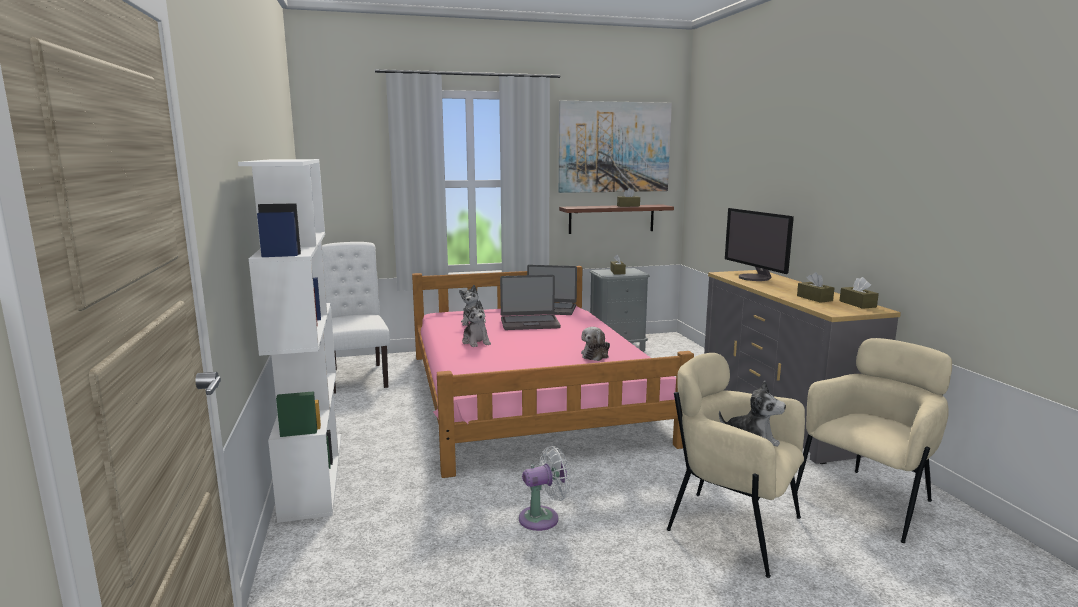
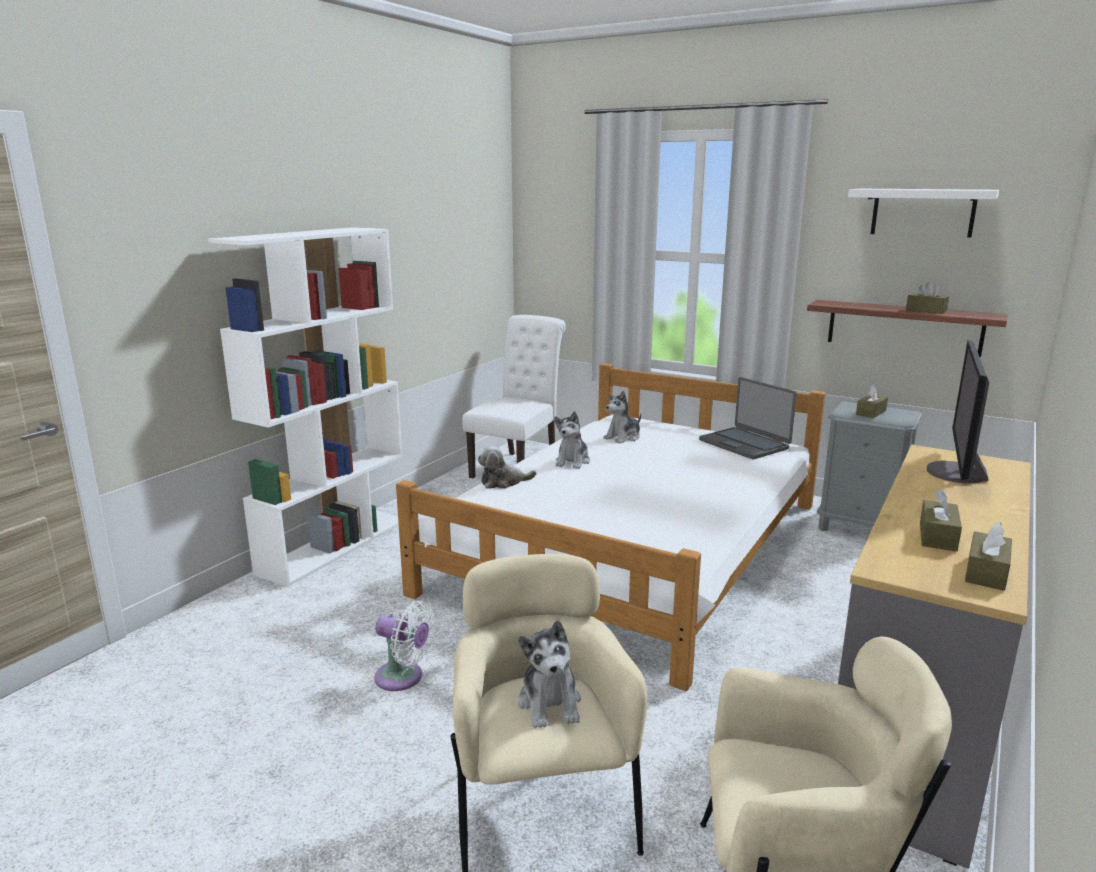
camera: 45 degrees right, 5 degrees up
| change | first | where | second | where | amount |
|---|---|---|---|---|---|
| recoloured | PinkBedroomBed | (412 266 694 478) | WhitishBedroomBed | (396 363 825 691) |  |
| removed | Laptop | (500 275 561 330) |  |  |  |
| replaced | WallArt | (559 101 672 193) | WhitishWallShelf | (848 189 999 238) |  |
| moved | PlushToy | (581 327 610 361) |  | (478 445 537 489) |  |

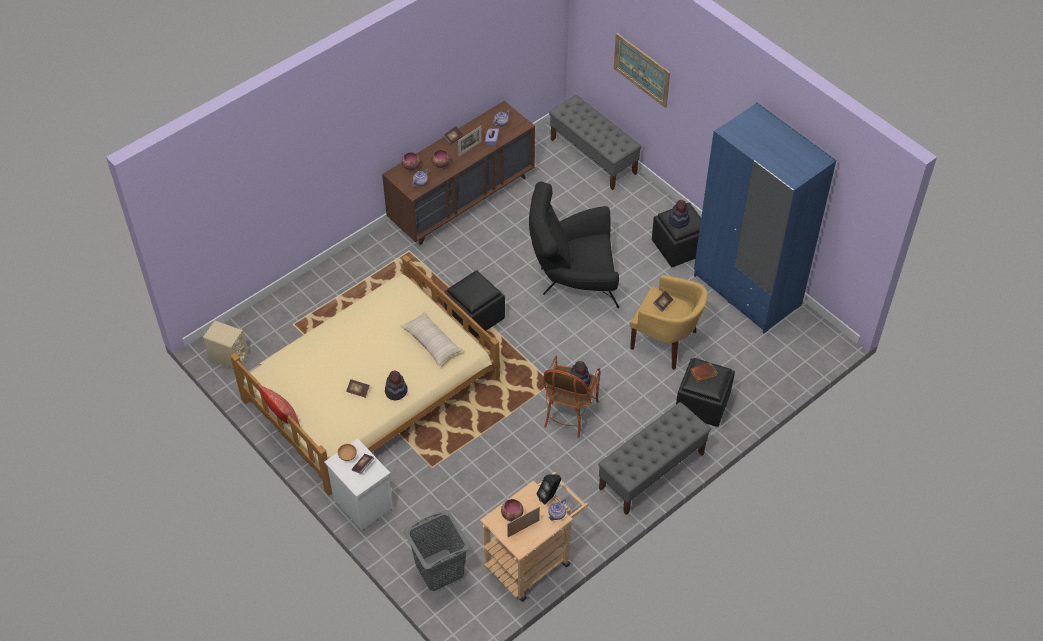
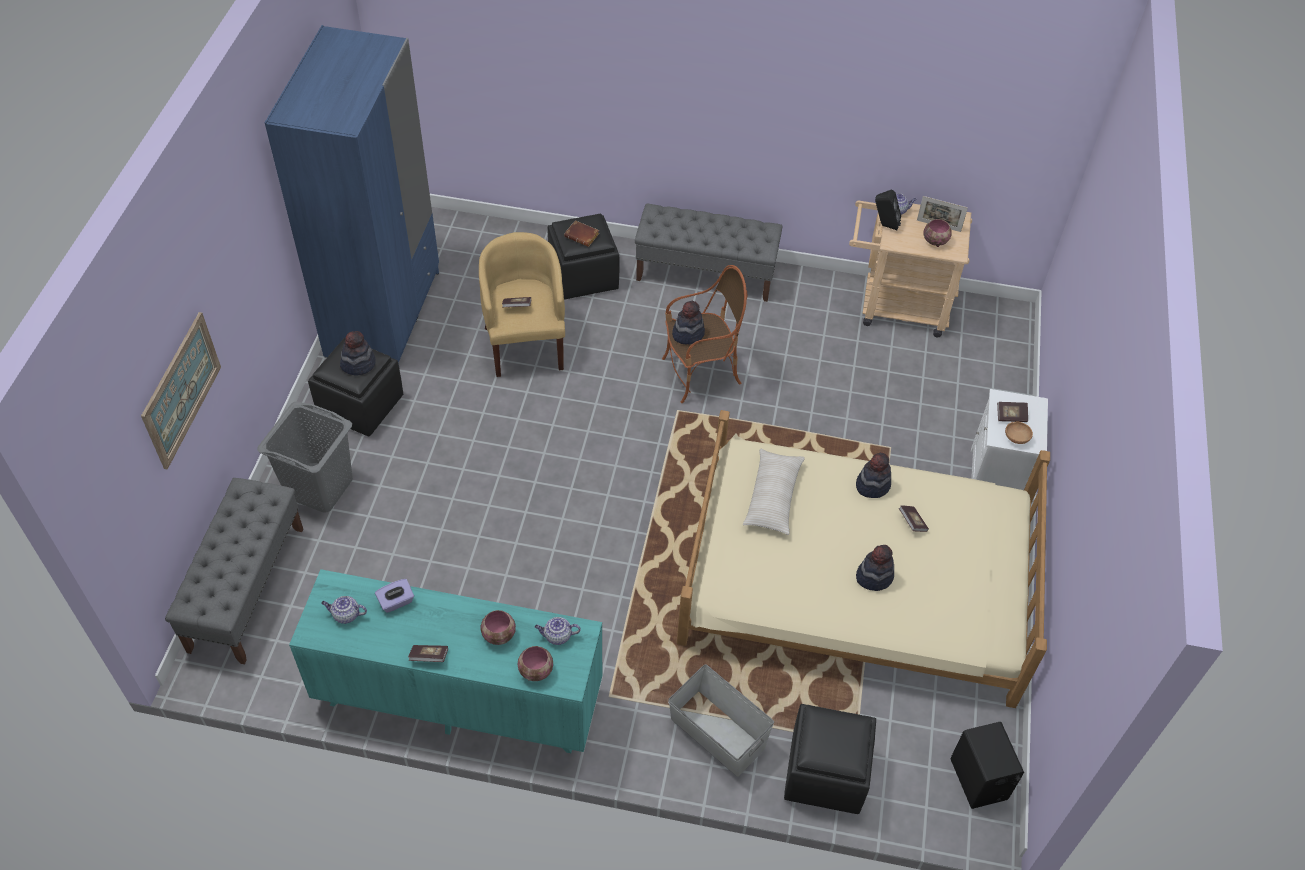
camera: 130 degrees left, 0 degrees up
| change | first | where | second | where | amount |
|---|---|---|---|---|---|
| recoloured | BeigeColouredLoudspeaker | (203 321 249 369) | BlackColouredLoudspeaker | (950 722 1024 809) |  |
| removed | Pillow | (257 383 300 426) |  |  |  |
| recoloured | BrownColouredChestOfDrawers | (382 101 535 245) | TurquoiseChestOfDrawers | (289 569 602 753) |  |
| moved | GrayLaundryBasket | (404 510 471 591) |  | (257 402 353 513) |  |
| moved | BlackColouredPouffe | (444 270 505 338) |  | (784 704 876 814) |  |
| removed | PictureFrame | (458 126 482 156) |  |  |  |
| removed | BlackColouredEasyChair | (529 182 619 308) |  |  |  |
| added |  |  | GrayStorageBin | (668 664 774 777) |  |
| added |  |  | Hat | (856 545 894 591) |  |

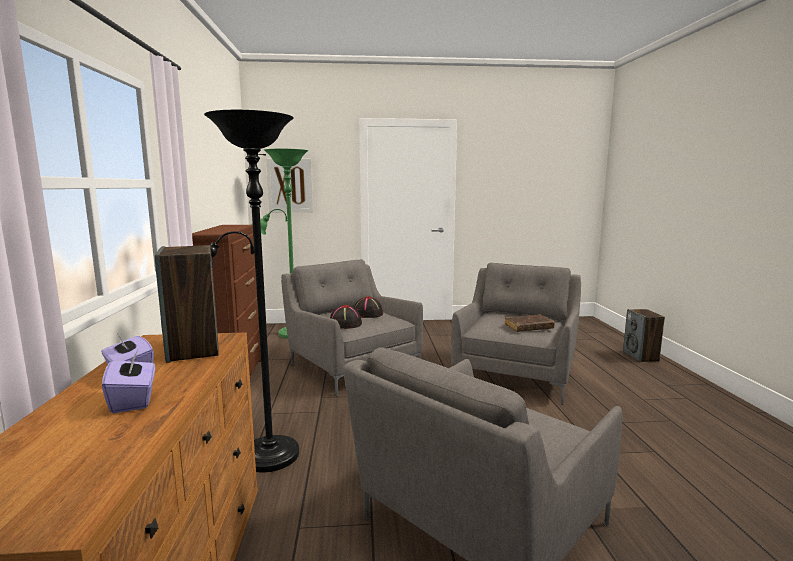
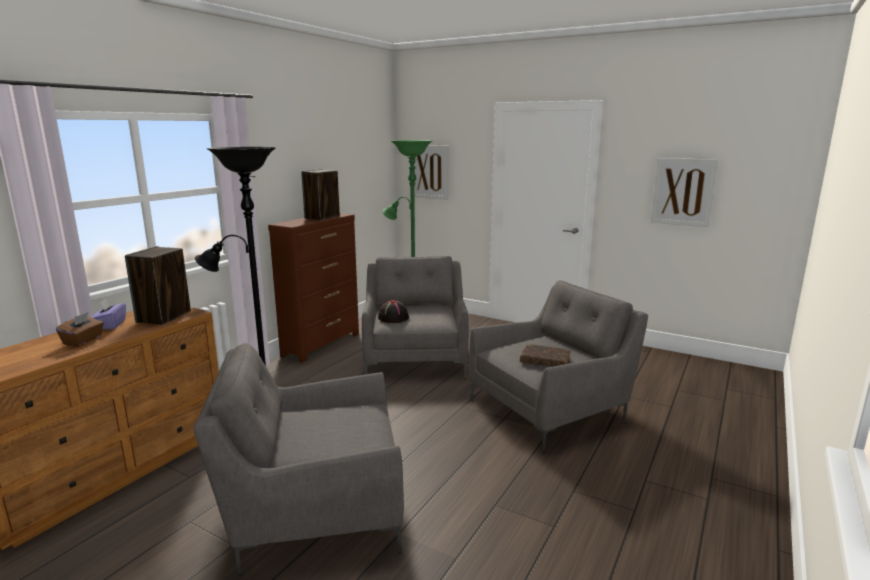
camera: 35 degrees right, 5 degrees up
| change | first | where | second | where | amount |
|---|---|---|---|---|---|
| recoloured | PurpleTissueBox | (102 349 155 413) | BrownColouredTissueBox | (56 312 104 346) |  |
| removed | BlackColouredHat | (354 296 383 318) |  |  |  |
| moved | Loudspeaker | (623 309 665 362) |  | (301 169 340 220) |  |
| added |  |  | WallArt | (651 158 718 227) |  |

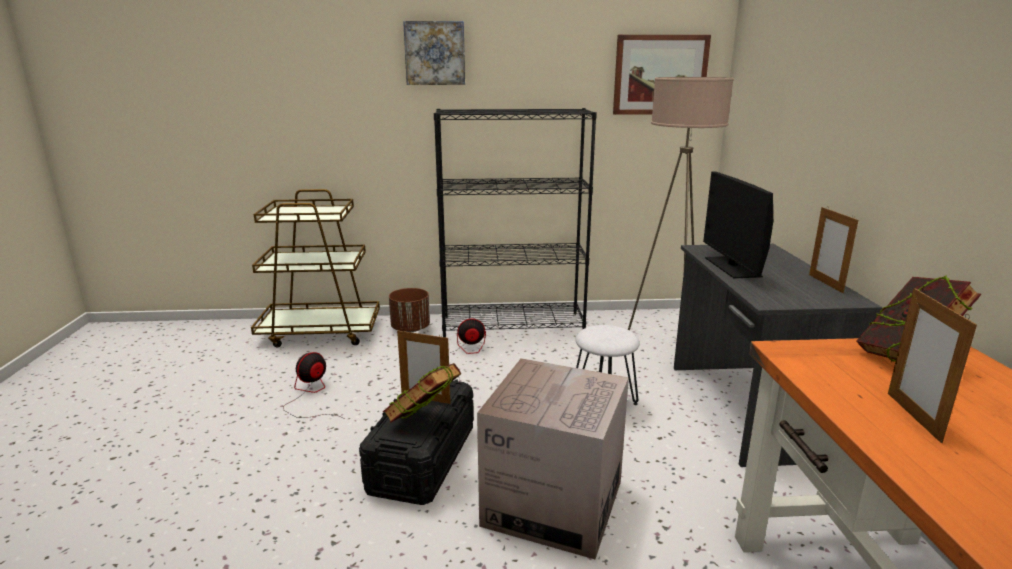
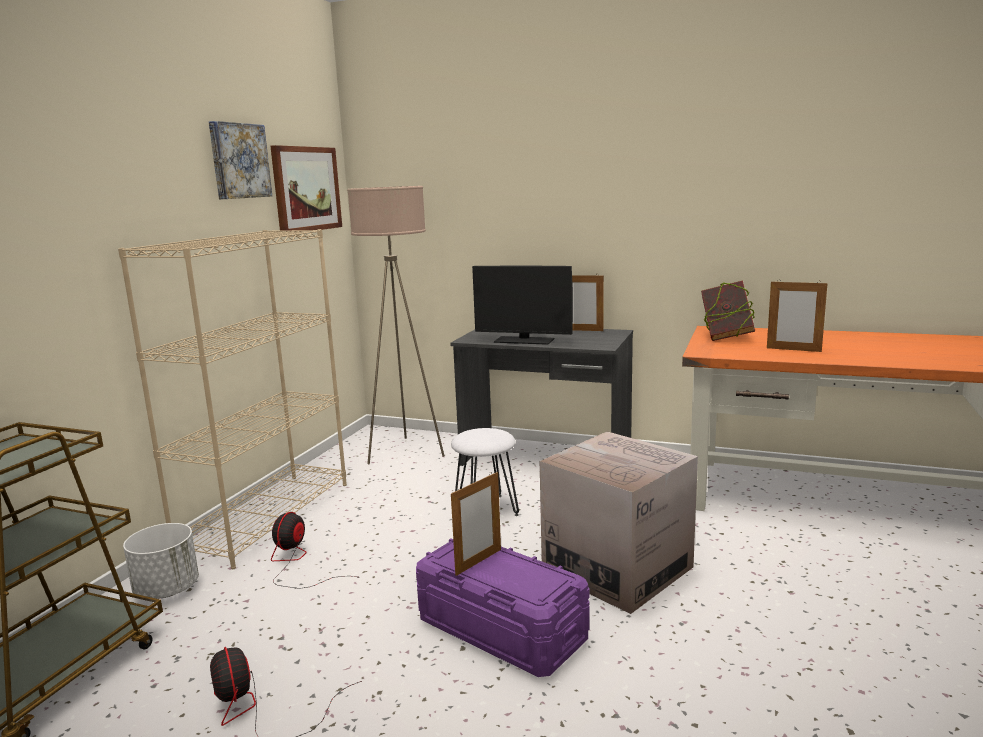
camera: 65 degrees left, 5 degrees down
| change | first | where | second | where | amount |
|---|---|---|---|---|---|
| recoloured | BlackColouredStorageBin | (359 379 474 505) | PurpleStorageBin | (416 538 590 677) |  |
| removed | BoundBook | (383 363 461 423) |  |  |  |
| recoloured | BrownColouredPlanter | (389 288 430 332) | WhitishPlanter | (123 523 199 599) |  |
| moved | WallArt | (403 21 465 85) |  | (209 121 272 199) |  |
| recoloured | BlackColouredBookshelf | (434 108 597 338) | BeigeColouredBookshelf | (118 229 347 569) |  |

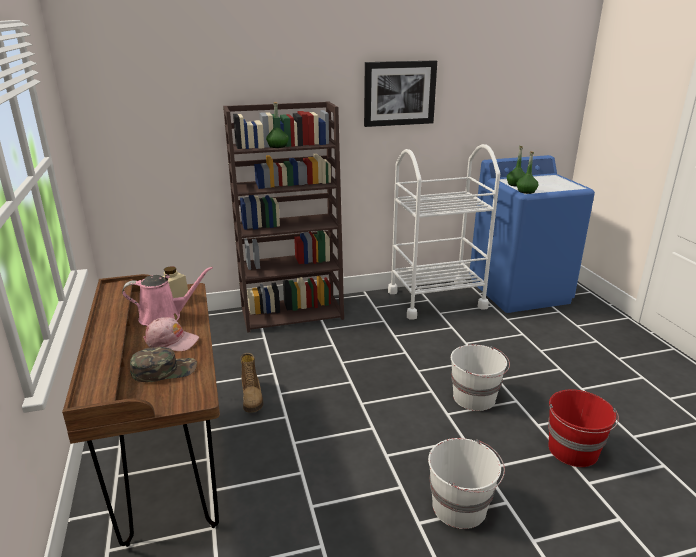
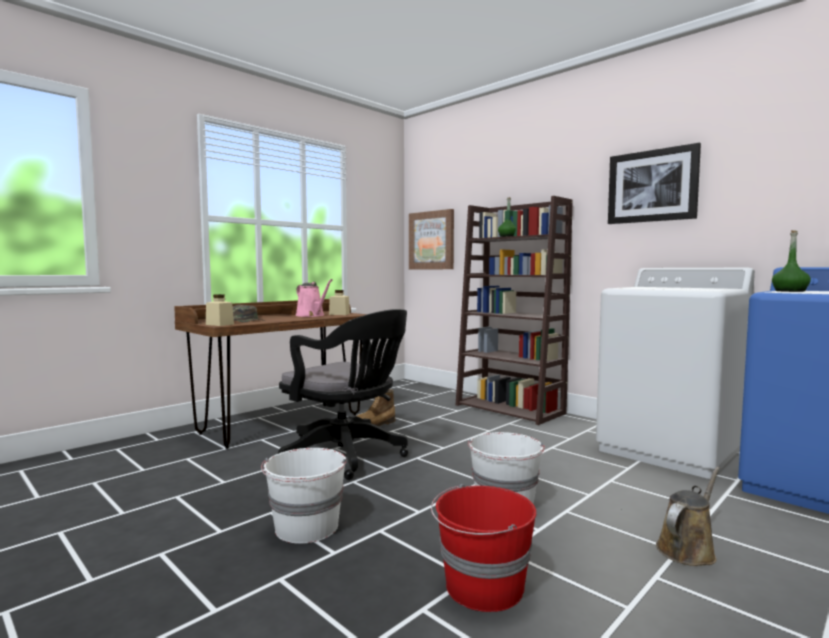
camera: 60 degrees right, 20 degrees down
| change | first | where | second | where | amount |
|---|---|---|---|---|---|
| removed | PinkPeakedCap | (143 317 199 351) |  |  |  |
| replaced | WhitishTrolley | (388 144 500 320) | WhitishLaundryAppliance | (596 268 755 479) |  |
| removed | GreenColouredBeverageBottle | (517 151 539 194) |  |  |  |
| added |  |  | BeigeColouredJar | (206 294 234 326) |  |
| added |  |  | BlackColouredDeskChair | (278 309 408 480) |  |
| added |  |  | WallArt | (409 209 454 269) |  |
| added |  |  | BrownColouredSprinklingCan | (656 467 720 566) |  |

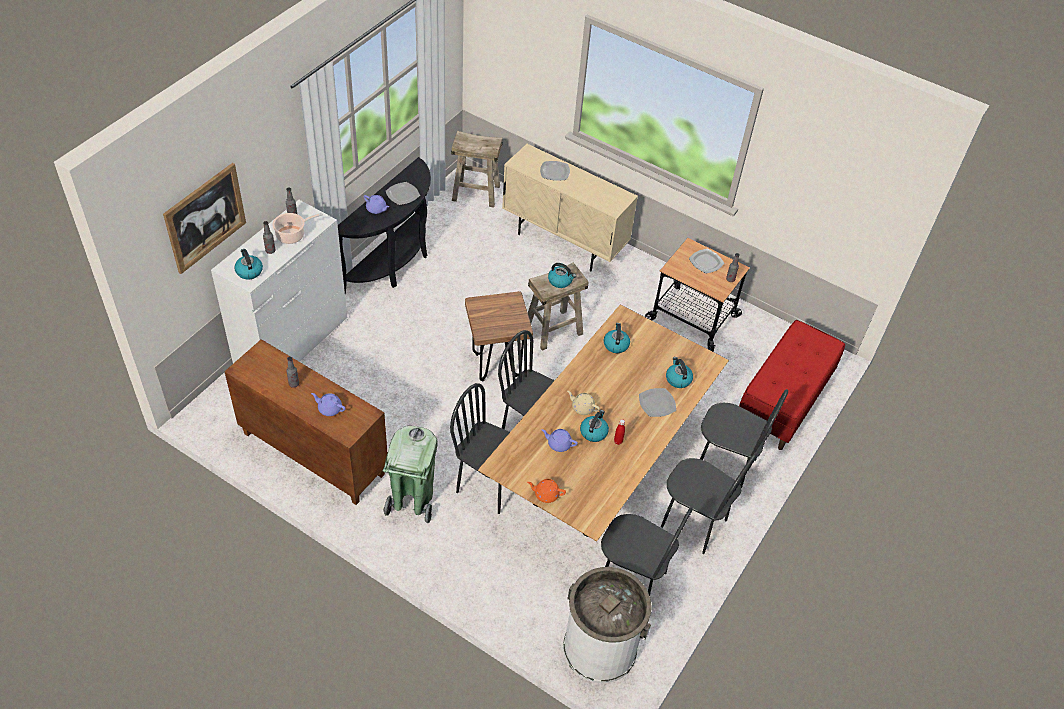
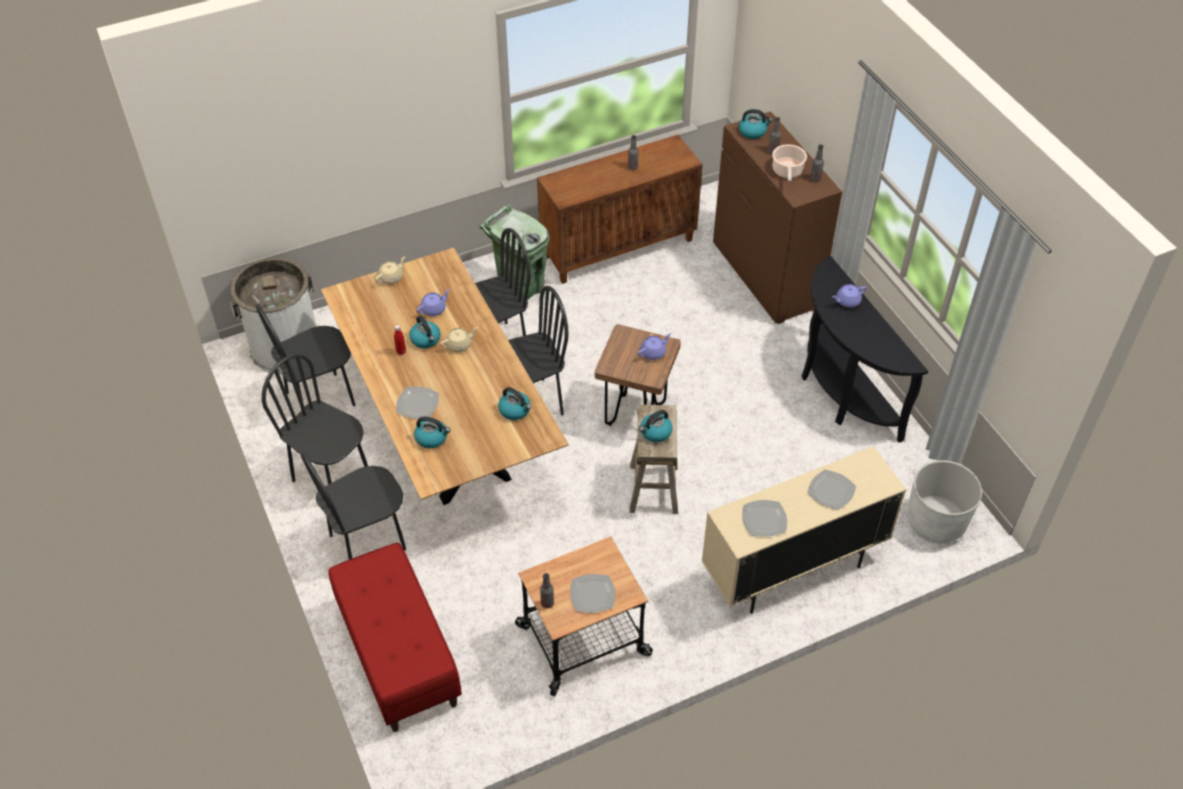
camera: 125 degrees right, 0 degrees up
| change | first | where | second | where | amount |
|---|---|---|---|---|---|
| removed | WallArt | (163 163 246 274) |  |  |  |
| recoloured | WhitishChestOfDrawers | (211 200 347 363) | BrownColouredChestOfDrawers | (713 112 842 324) |  |
| moved | PurpleTeaPot | (311 393 345 416) |  | (638 333 671 360) |  |
| moved | DinnerPlate | (386 182 420 205) |  | (742 500 787 537) |  |
| replaced | BeigeColouredSittingStool | (451 131 503 208) | WhitishPlanter | (907 460 982 543) |  |
| recoloured | OrangeTeaPot | (527 479 566 503) | BeigeColouredTeaPot | (375 257 405 284) |  |
| turned | BlackColouredPlainChair | (661 453 758 554) |  | (262 354 368 485) | 60 degrees clockwise |

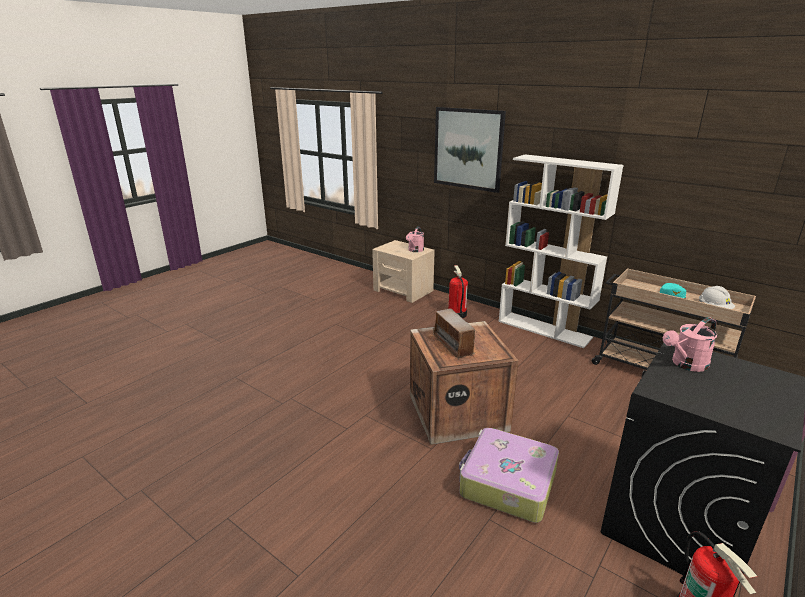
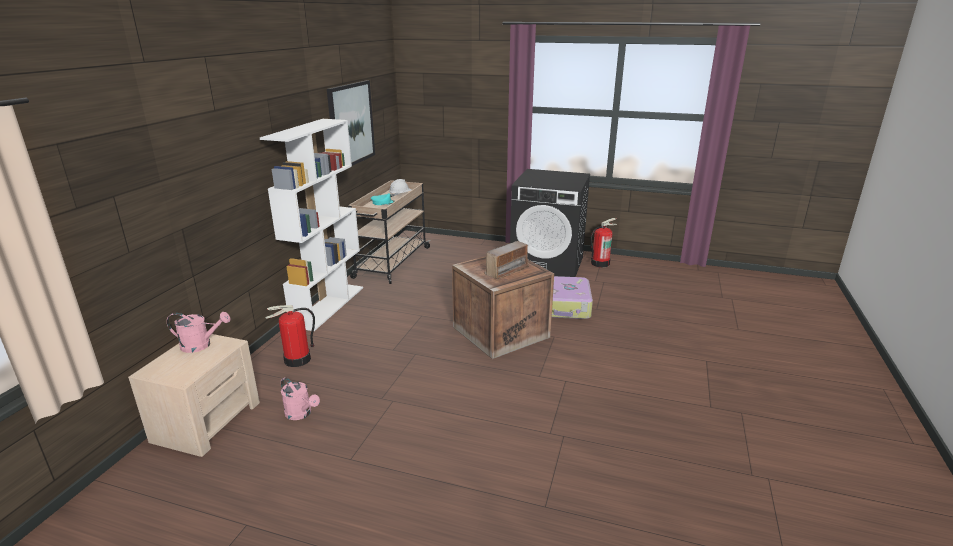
camera: 110 degrees left, 0 degrees up
| change | first | where | second | where | amount |
|---|---|---|---|---|---|
| moved | WallArt | (434 107 506 193) |  | (327 80 375 166) |  |
| moved | PinkSprinklingCan | (663 317 717 372) |  | (281 377 320 420) |  |

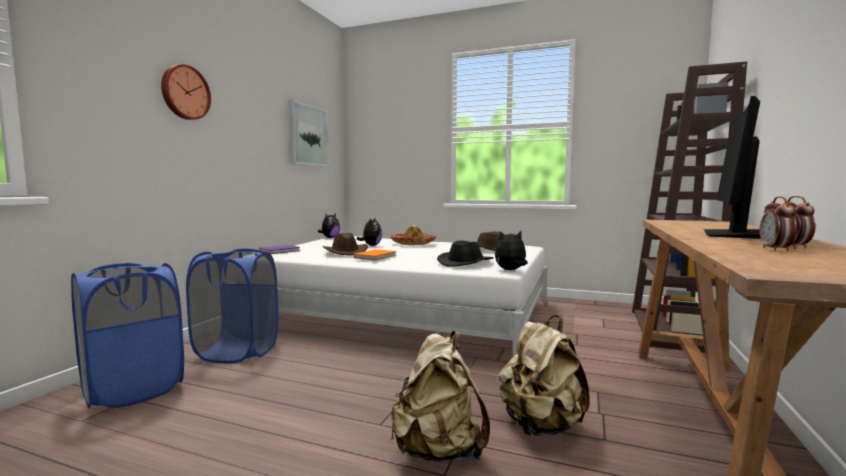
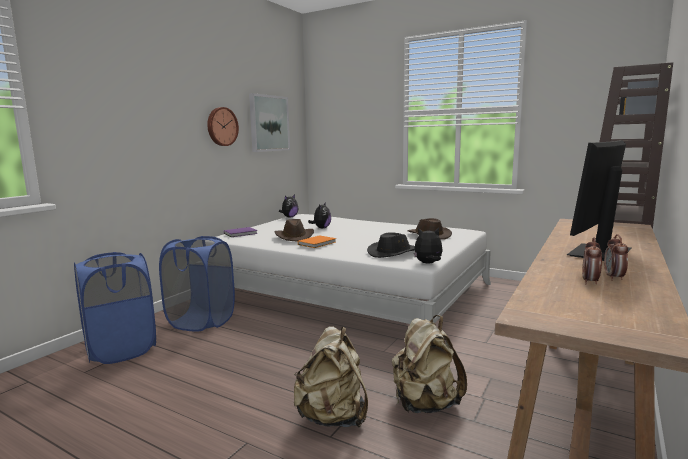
camera: 10 degrees right, 5 degrees up
| change | first | where | second | where | amount |
|---|---|---|---|---|---|
| moved | ClockOnTheWall | (161 64 211 120) |  | (207 107 239 146) |  |
| removed | Hat | (390 225 437 245) |  |  |  |

